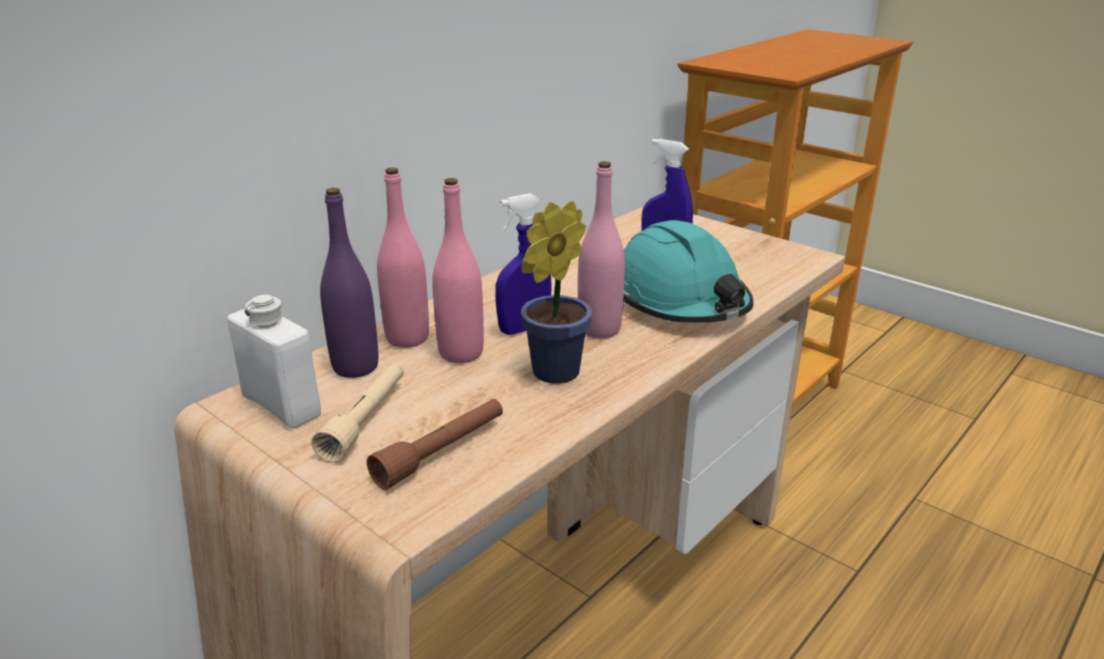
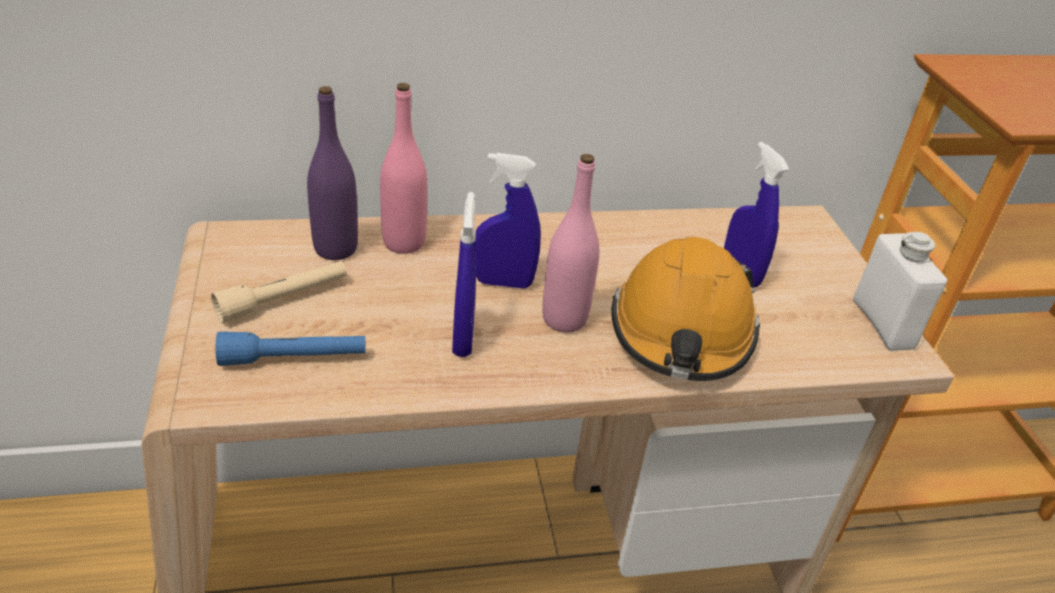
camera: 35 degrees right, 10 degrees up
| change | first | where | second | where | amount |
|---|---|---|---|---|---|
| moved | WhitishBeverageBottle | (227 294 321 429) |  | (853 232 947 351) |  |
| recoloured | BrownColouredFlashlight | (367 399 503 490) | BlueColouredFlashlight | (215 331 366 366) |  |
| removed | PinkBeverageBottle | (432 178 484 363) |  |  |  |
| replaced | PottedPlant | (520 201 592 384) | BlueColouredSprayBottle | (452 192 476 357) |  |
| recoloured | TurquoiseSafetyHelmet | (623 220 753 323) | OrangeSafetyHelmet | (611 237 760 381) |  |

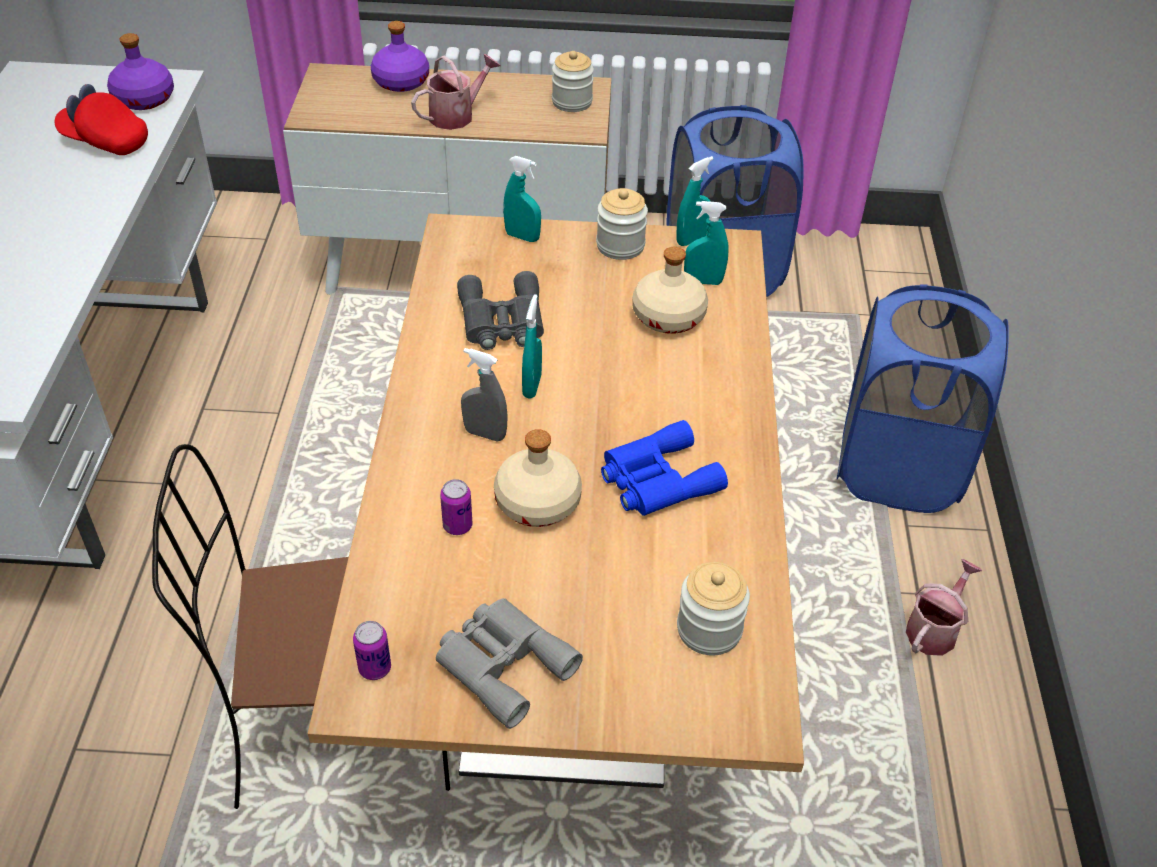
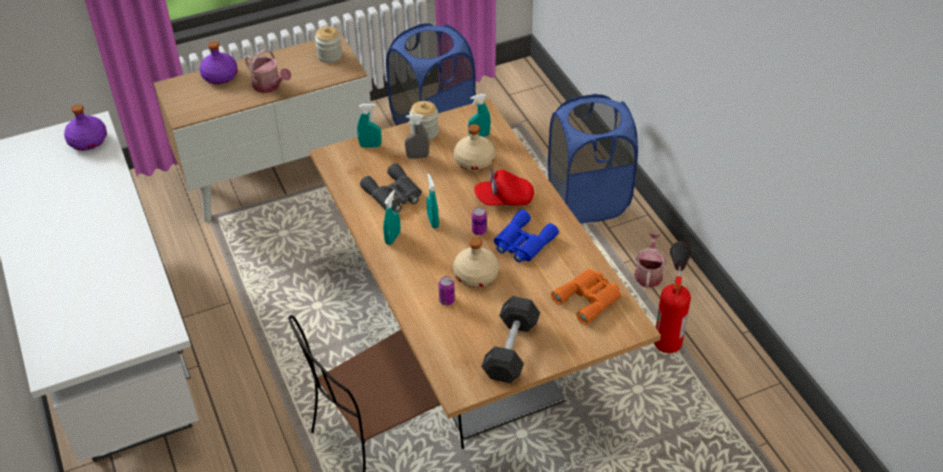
camera: 25 degrees left, 0 degrees up
| change | first | where | second | where | amount |
|---|---|---|---|---|---|
| moved | ReddishPeakedCap | (55 84 148 155) |  | (474 168 534 206) |  |
| moved | Can | (353 621 391 680) |  | (472 207 487 235) |  |
| turned | SprinklingCan | (411 54 501 130) |  | (245 49 292 93) | 105 degrees clockwise |
| replaced | GrayFieldGlasses | (436 598 583 729) | GrayFreeWeight | (481 296 540 383) |  |
| moved | GraySprayBottle | (461 348 508 442) |  | (405 114 429 159) |  |
| moved | TurquoiseSprayBottle | (676 156 713 246) |  | (383 190 401 245) |  |
| replaced | Jar | (677 562 750 655) | OrangeFieldGlasses | (551 269 621 325) |  |
| added |  |  | FireFightingCylinder | (654 241 692 353) |  |

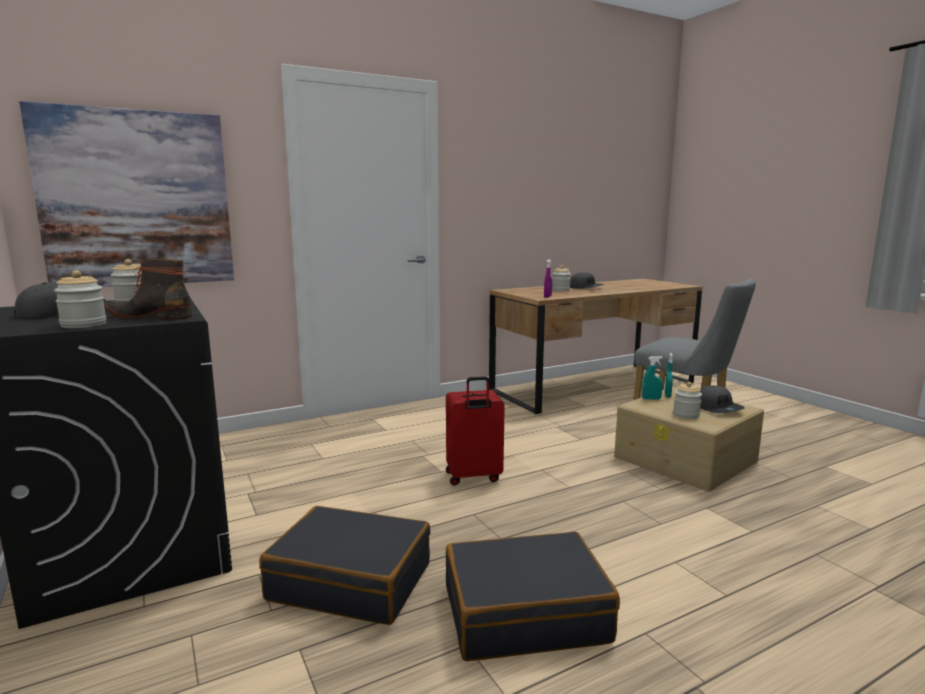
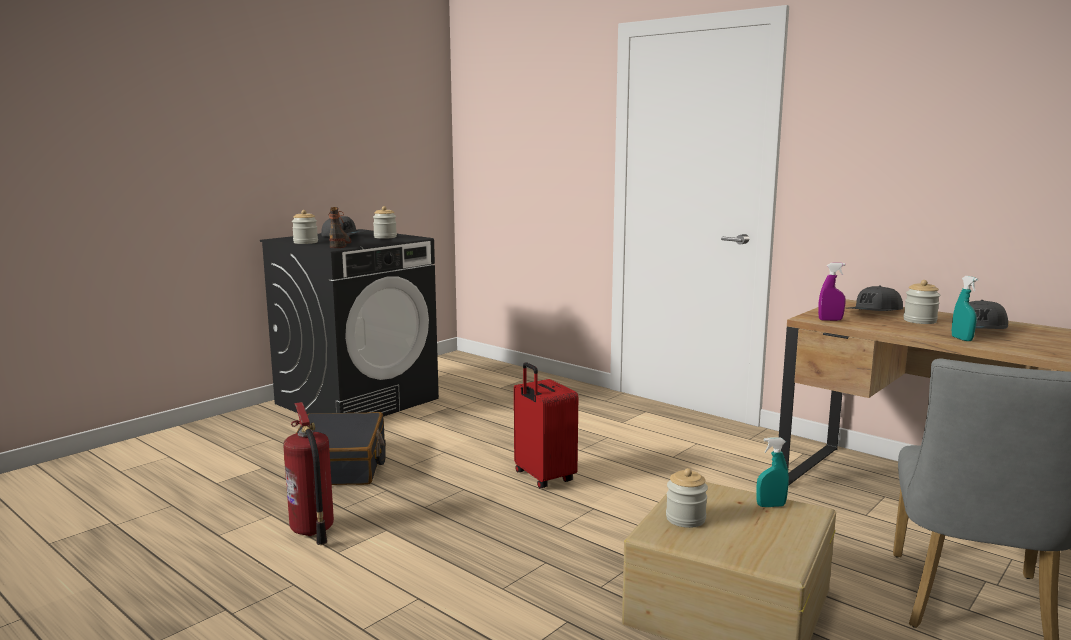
camera: 70 degrees right, 0 degrees up
| change | first | where | second | where | amount |
|---|---|---|---|---|---|
| removed | WallArt | (19 101 234 287) |  |  |  |
| replaced | BlackColouredTravelCase | (446 531 620 661) | FireFightingCylinder | (283 402 334 545) |  |
| moved | TurquoiseSprayBottle | (642 356 663 400) |  | (952 276 979 341) |  |
| moved | GrayPeakedCap | (700 386 744 413) |  | (849 286 903 311) |  |

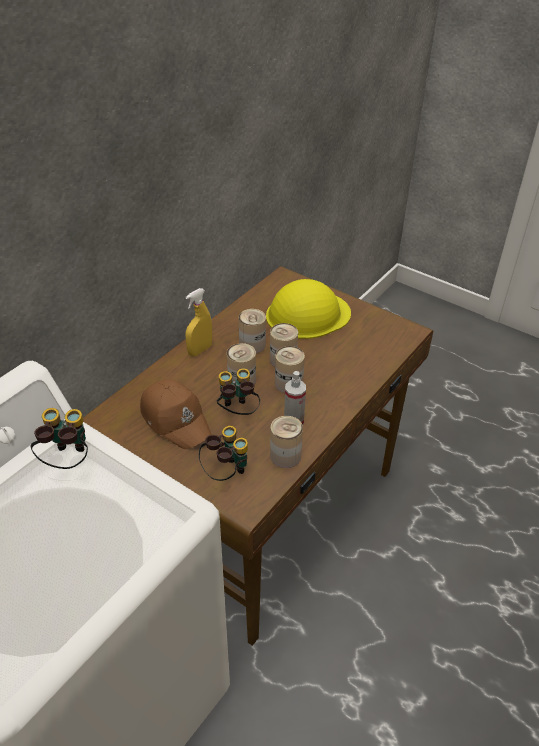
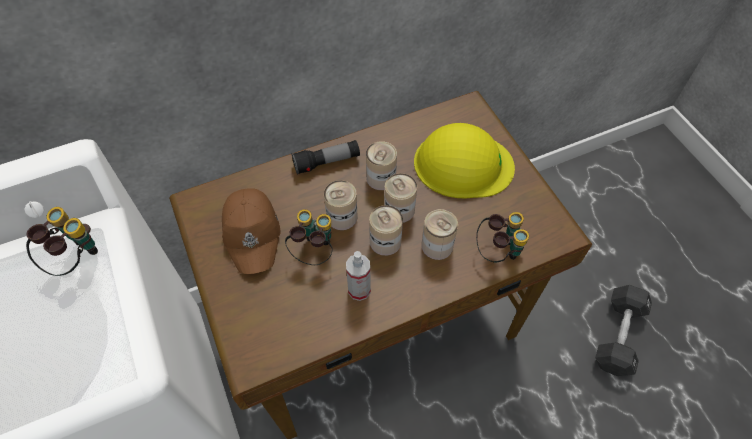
camera: 30 degrees right, 15 degrees up
| change | first | where | second | where | amount |
|---|---|---|---|---|---|
| replaced | YellowColouredSprayBottle | (185 288 212 356) | Flashlight | (292 140 360 175) |  |
| moved | FieldGlasses | (199 426 248 481) |  | (476 212 529 262) |  |
| moved | Can | (270 416 303 468) |  | (421 209 458 260) |  |
| added |  |  | BlackColouredFreeWeight | (595 285 652 376) |  |

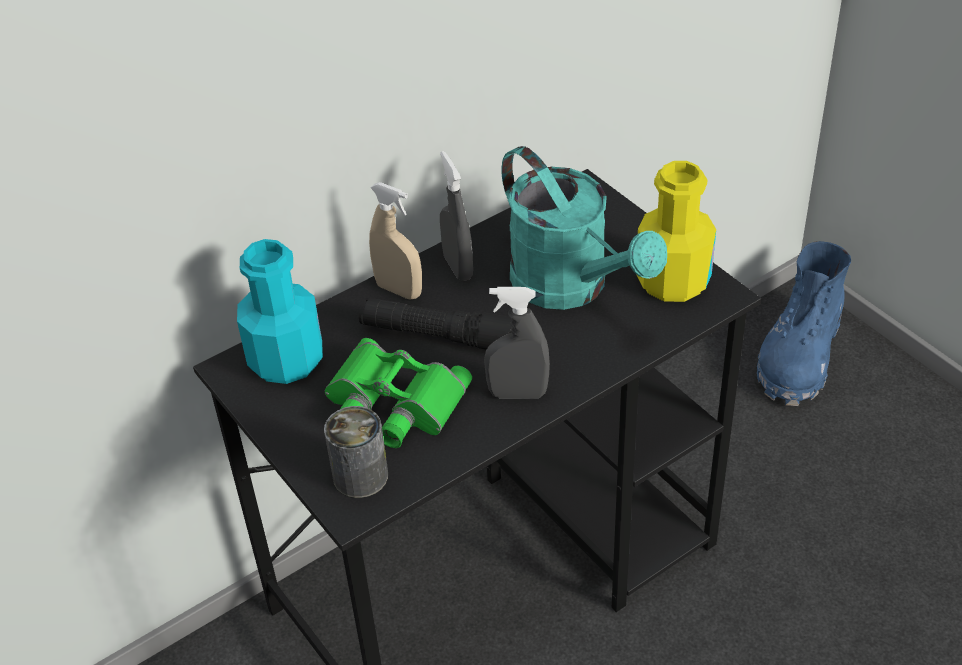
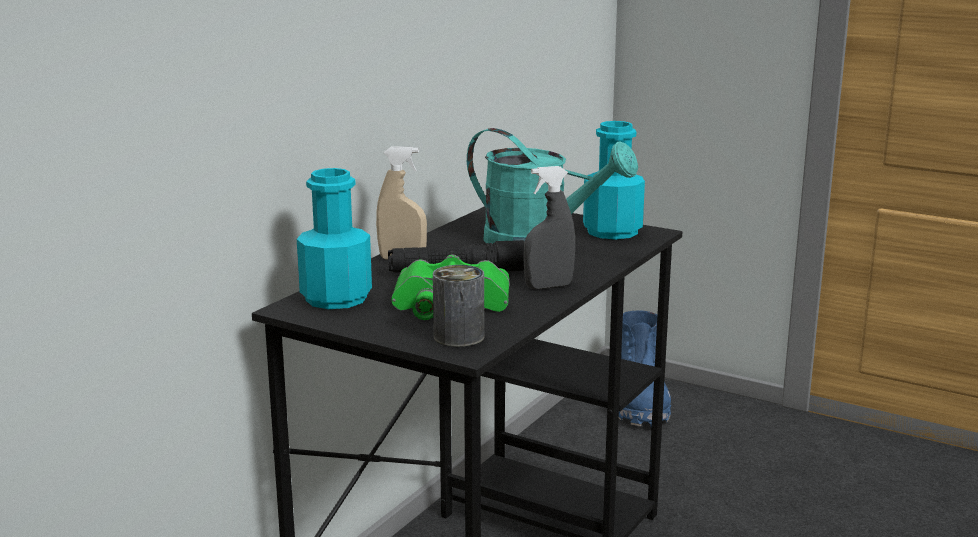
camera: 25 degrees left, 25 degrees down
| change | first | where | second | where | amount |
|---|---|---|---|---|---|
| removed | GraySprayBottle | (440 151 473 281) |  |  |  |
| recoloured | YellowColouredBeverageBottle | (636 161 716 302) | TurquoiseBeverageBottle | (583 121 645 240) |  |

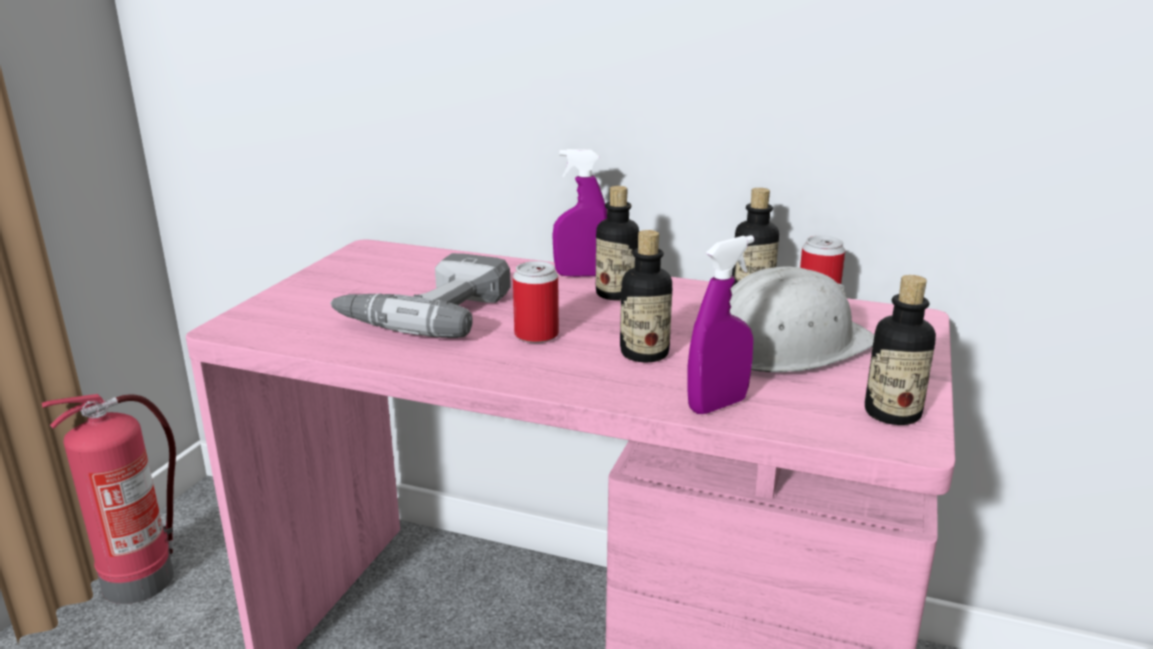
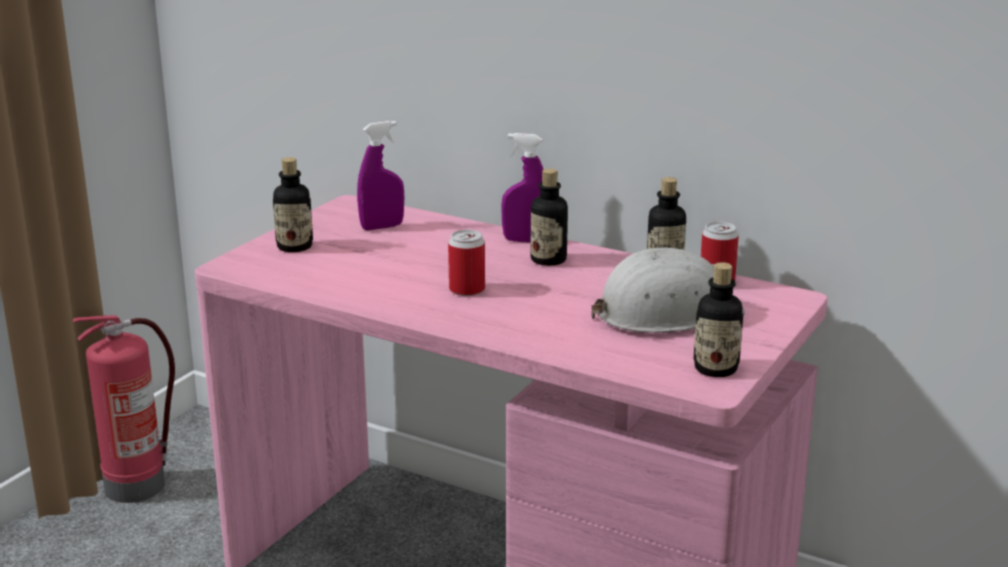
camera: 10 degrees right, 0 degrees up
| change | first | where | second | where | amount |
|---|---|---|---|---|---|
| removed | PowerDrill | (330 253 511 338) |  |  |  |
| moved | BeverageBottle | (620 230 673 362) |  | (273 157 313 252) |  |
| moved | PurpleSprayBottle | (688 235 754 414) |  | (357 121 404 231) |  |

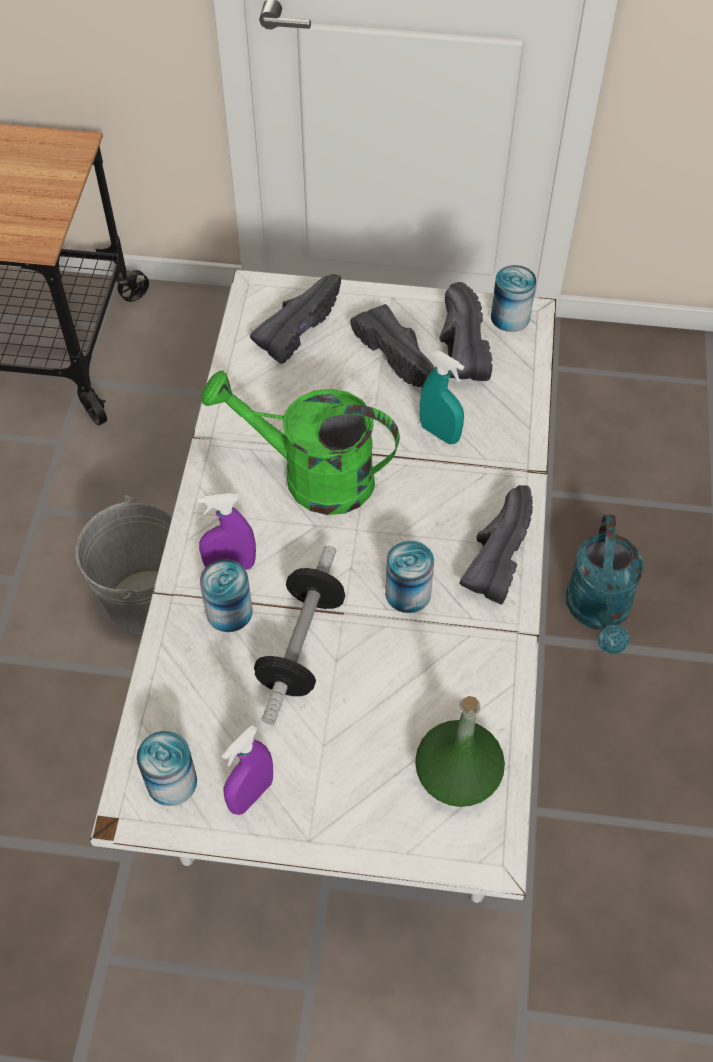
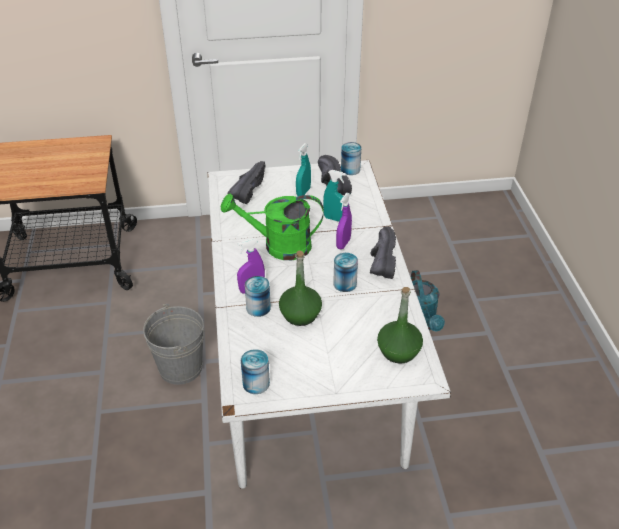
camera: 15 degrees left, 15 degrees down
| change | first | where | second | where | amount |
|---|---|---|---|---|---|
| moved | PurpleSprayBottle | (221 725 273 815) |  | (336 193 352 249) |  |
| replaced | FreeWeight | (254 546 345 725) | GreenColouredBeverageBottle | (279 250 322 326) |  |
| replaced | BlackColouredLowShoe | (351 304 435 388) | TurquoiseSprayBottle | (296 143 311 196) |  |

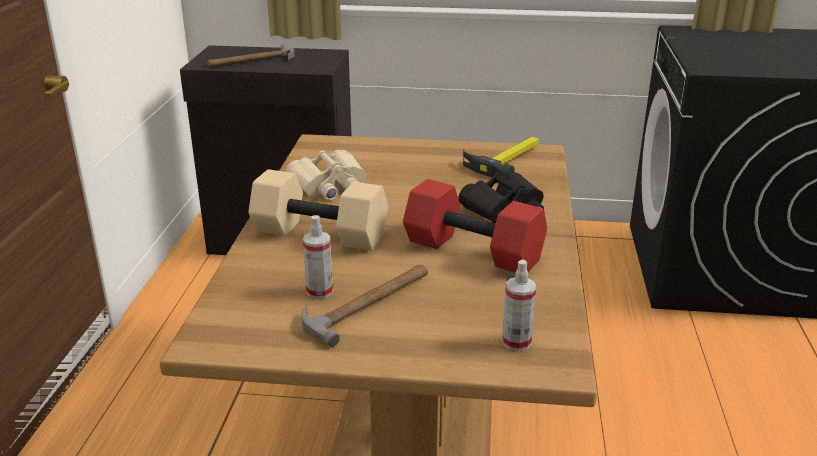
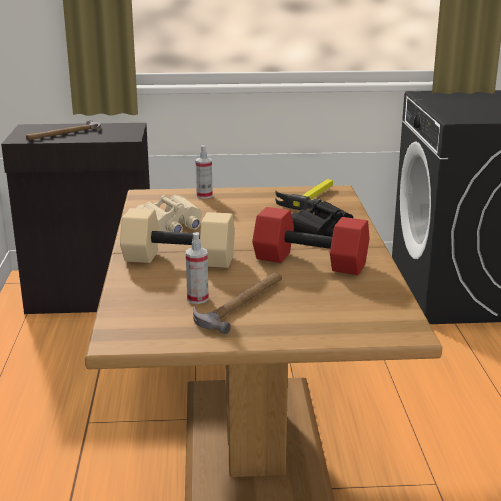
camera: 10 degrees left, 5 degrees down
| change | first | where | second | where | amount |
|---|---|---|---|---|---|
| moved | SprayBottle | (502 260 536 351) |  | (195 145 213 199) |  |

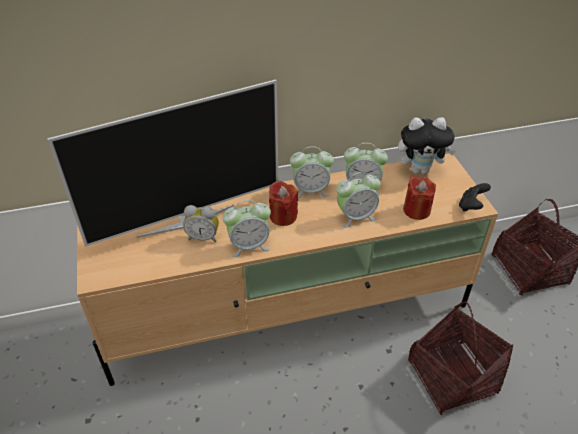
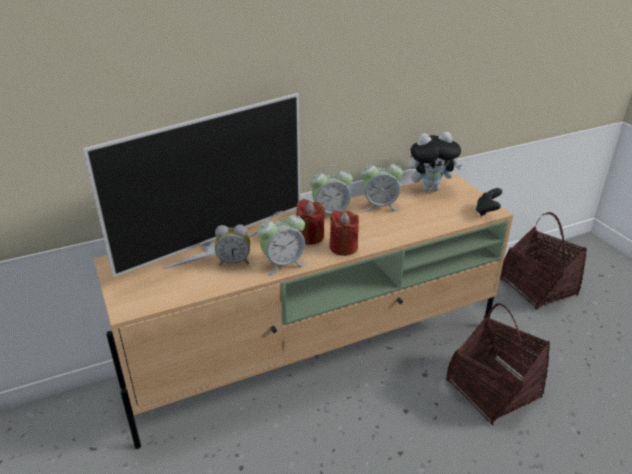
camera: 10 degrees left, 10 degrees down
| change | first | where | second | where | amount |
|---|---|---|---|---|---|
| removed | TableClock | (336 172 381 228) |  |  |  |
| moved | ReddishWaxCandle | (403 176 436 220) |  | (329 210 359 256) |  |

